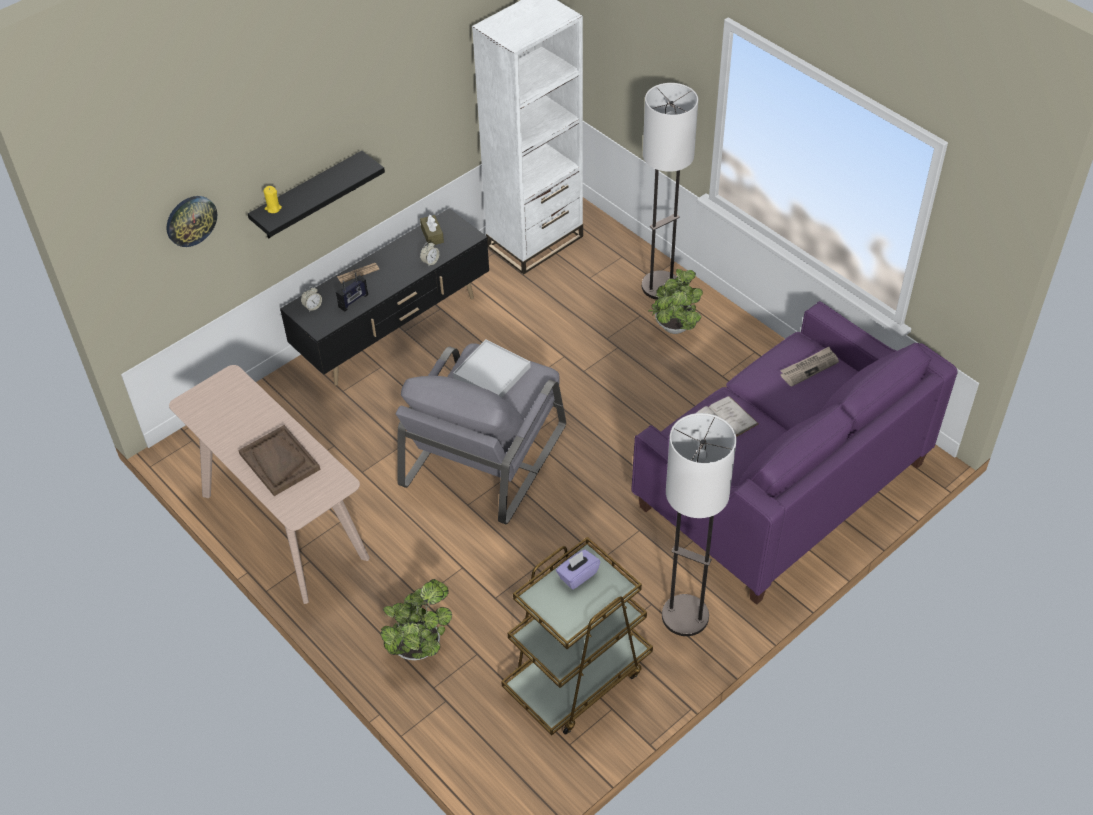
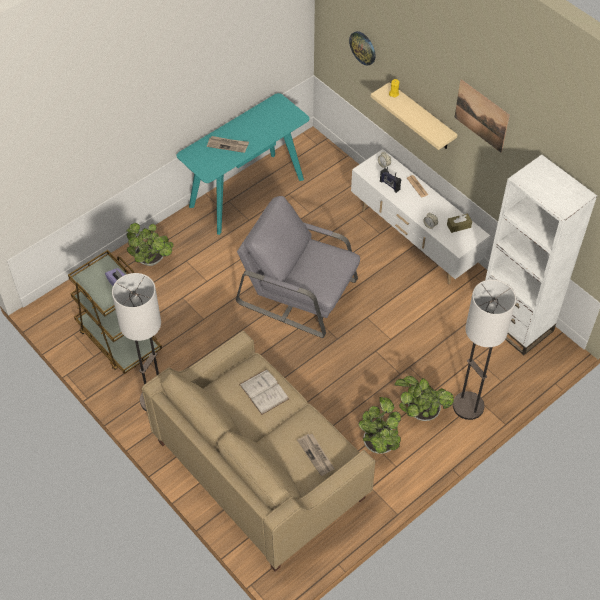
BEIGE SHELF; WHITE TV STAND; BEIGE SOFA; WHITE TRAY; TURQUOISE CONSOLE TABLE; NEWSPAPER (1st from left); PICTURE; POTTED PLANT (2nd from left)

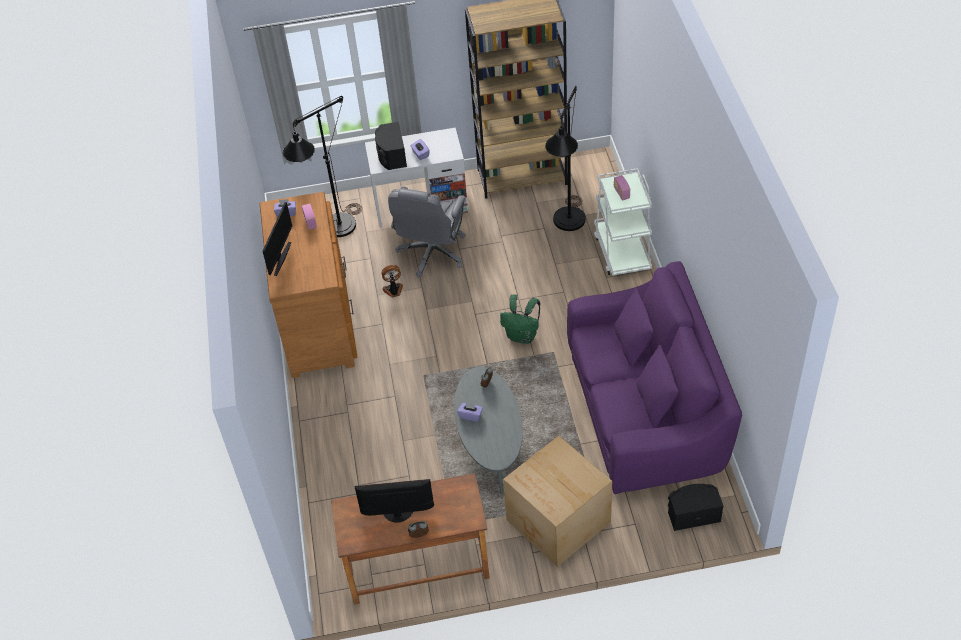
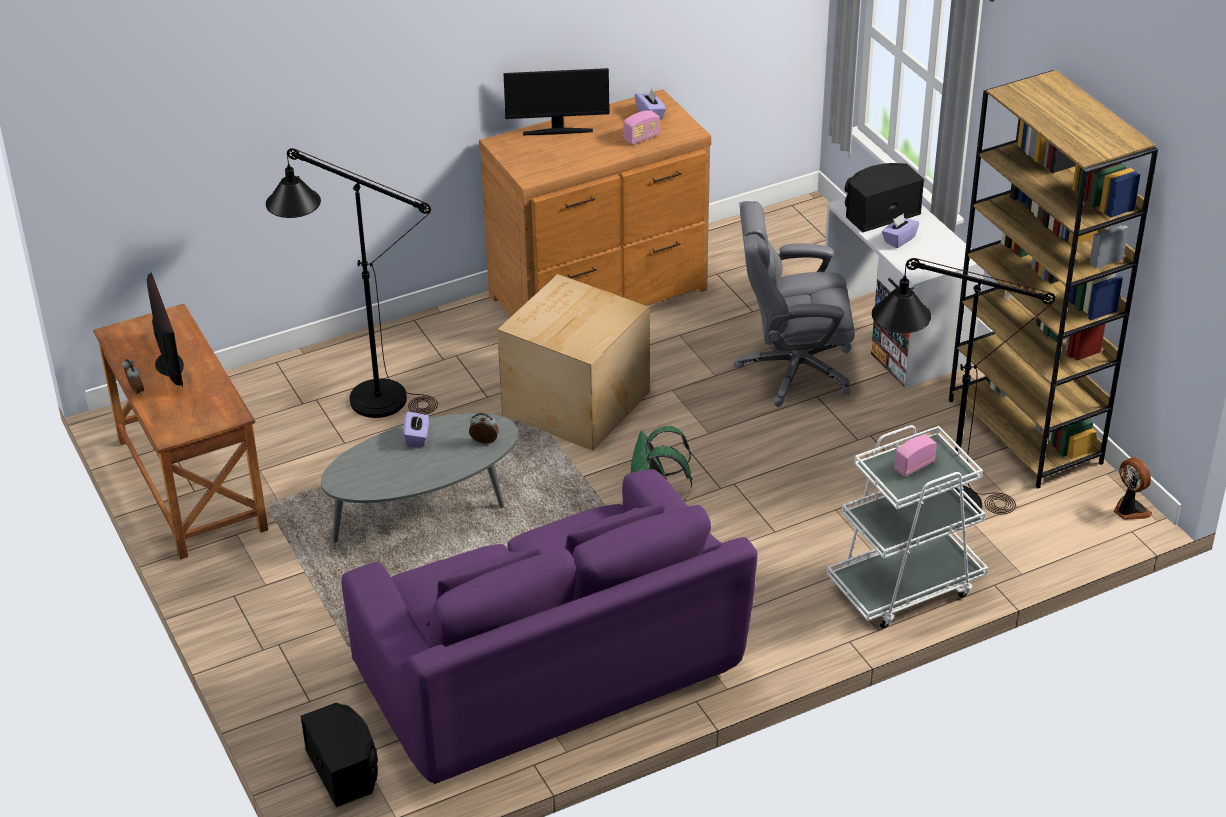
BLACK FLOOR LAMP (1st from left); FAN; CARDBOARD BOX

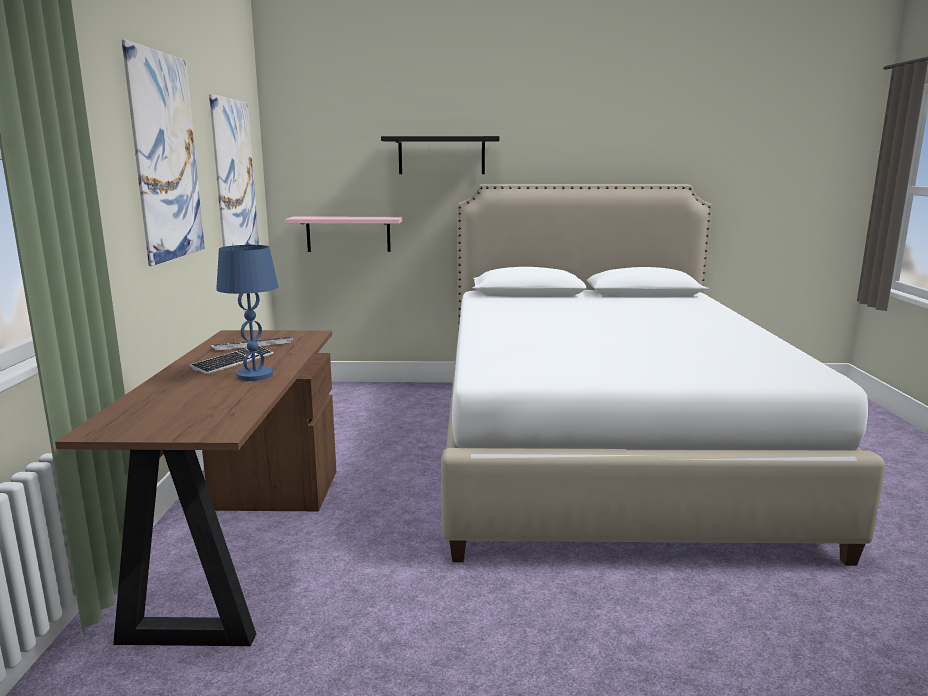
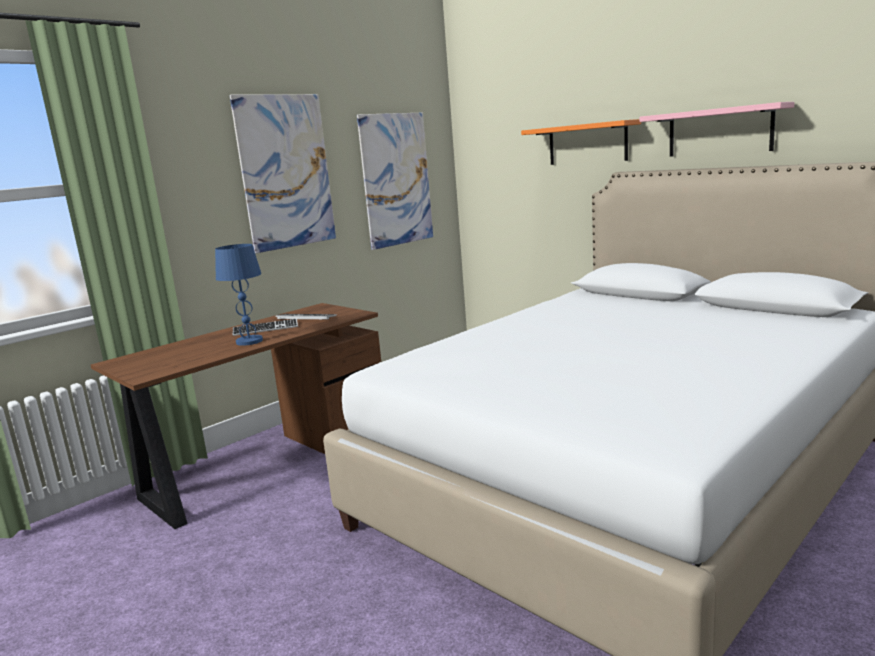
ORANGE SHELF; PINK SHELF

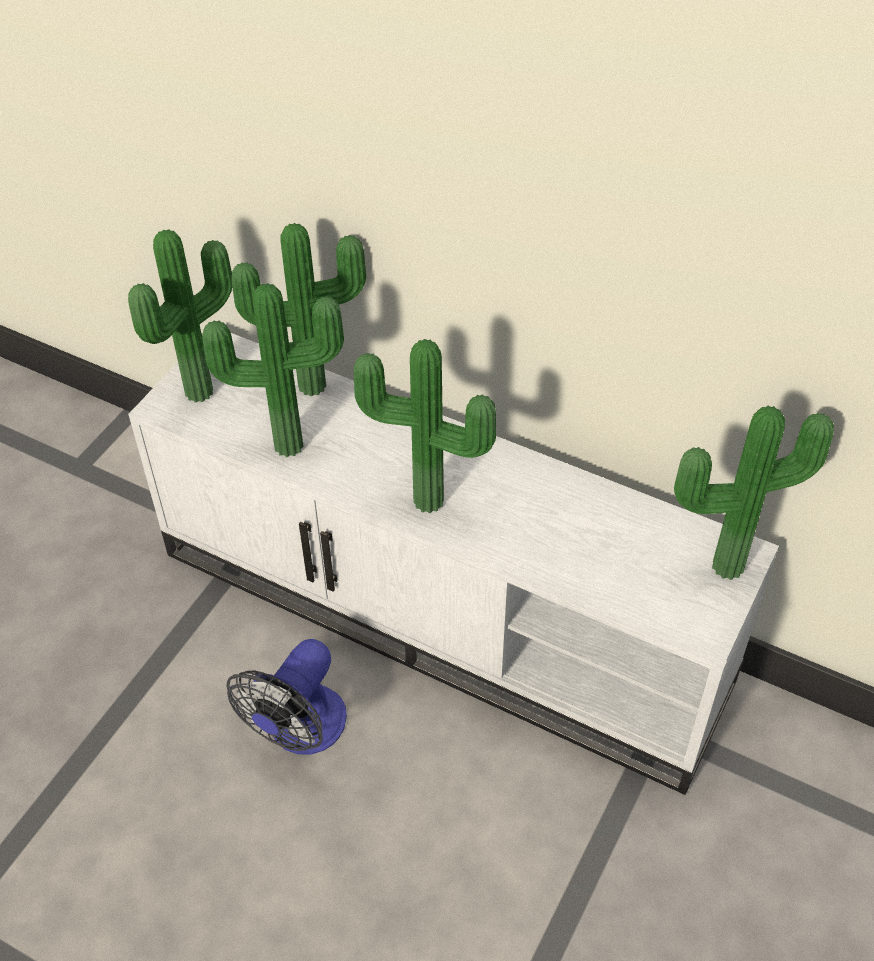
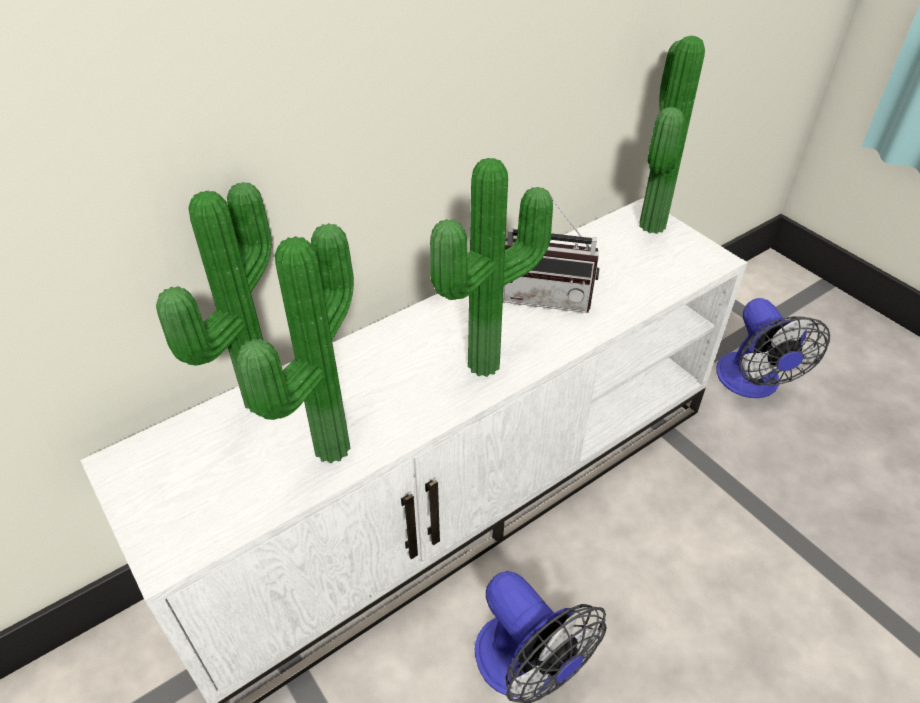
POTTED PLANT (1st from left in the first image); RADIO; FAN (2nd from left)

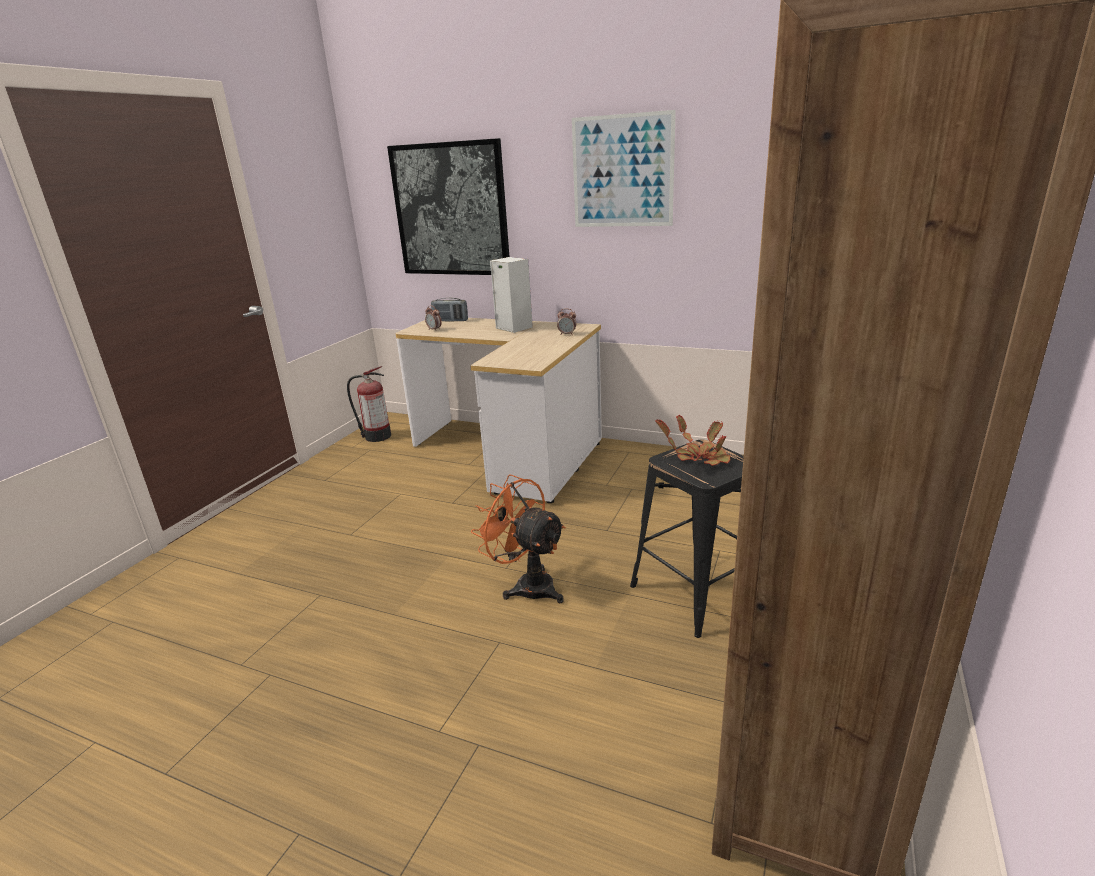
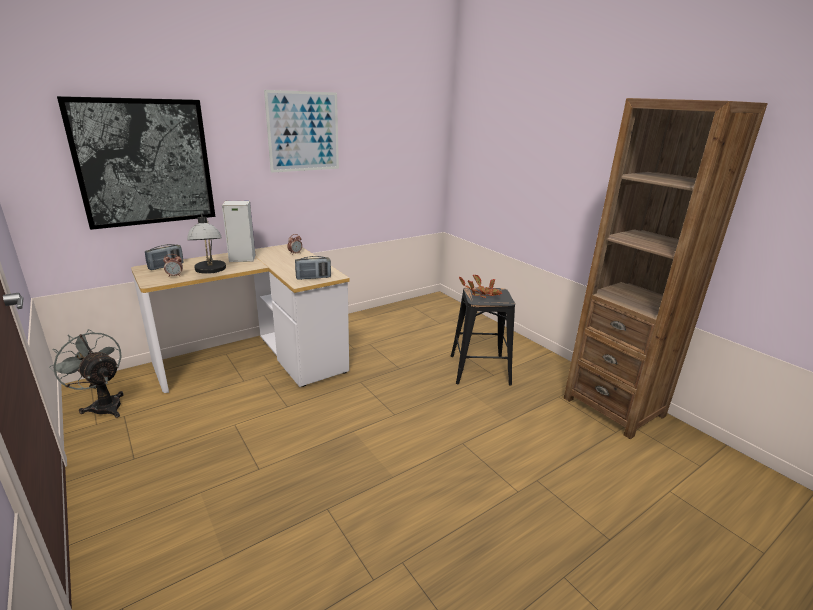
GREY FAN; ORANGE FAN; TABLE LAMP; RADIO (2nd from left)

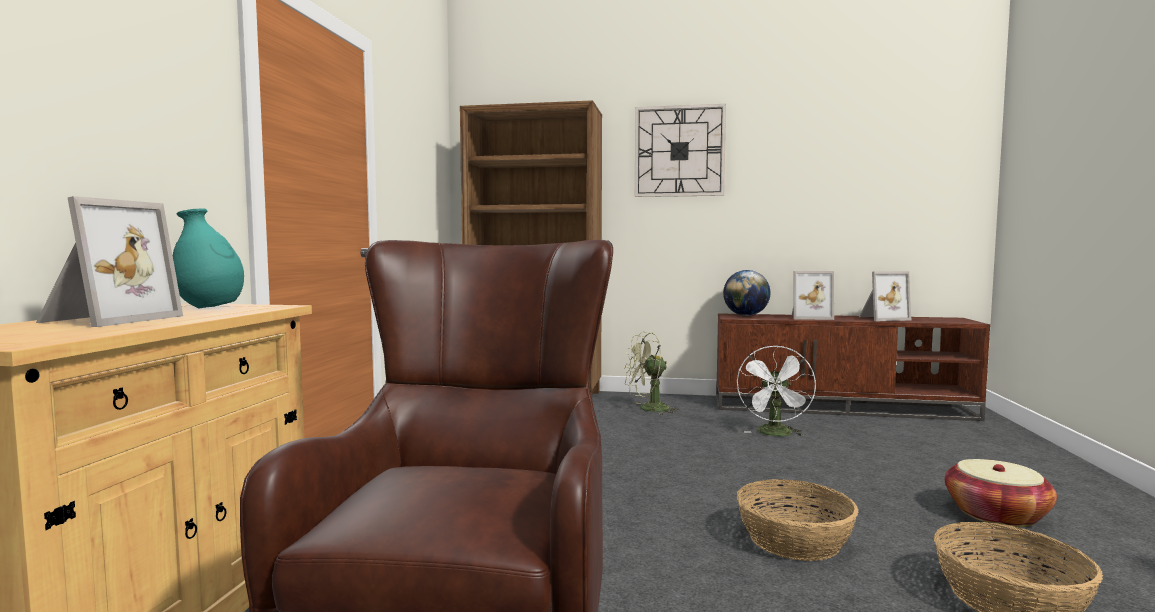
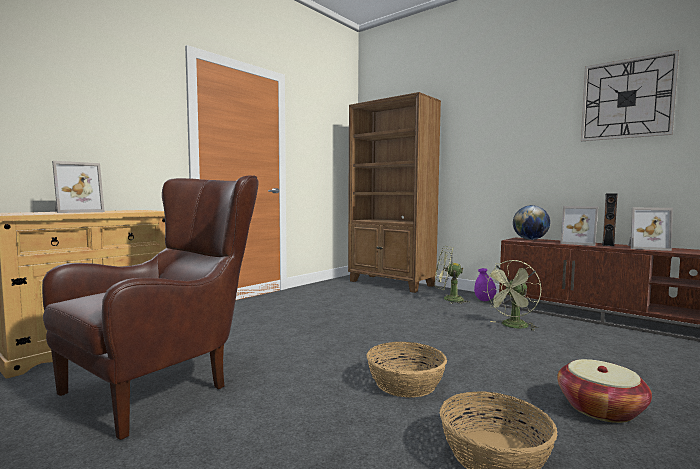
WALL CLOCK; TURQUOISE VASE; GREEN FAN (2nd from left); BROWN SPEAKER; PURPLE VASE

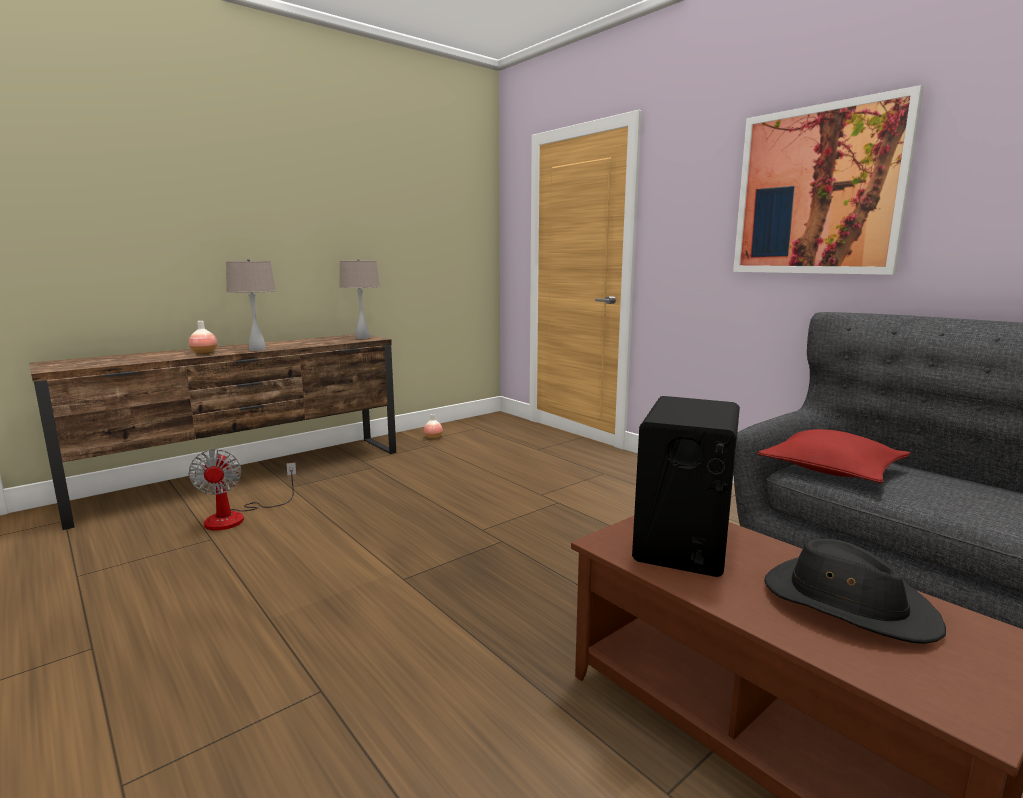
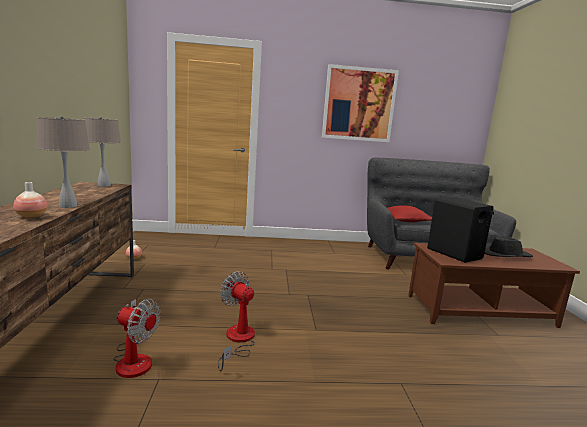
FAN (2nd from left)

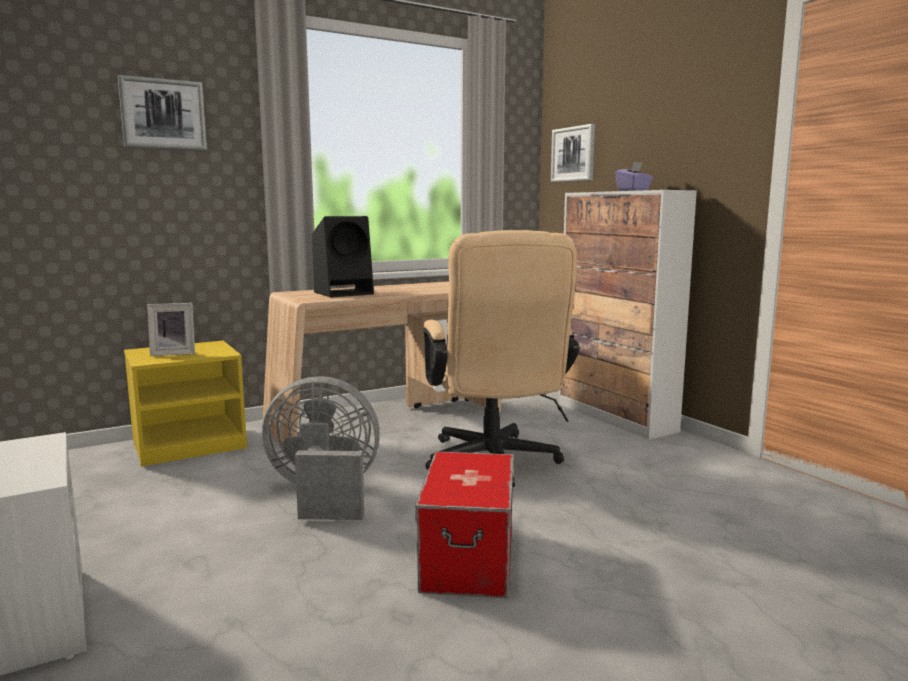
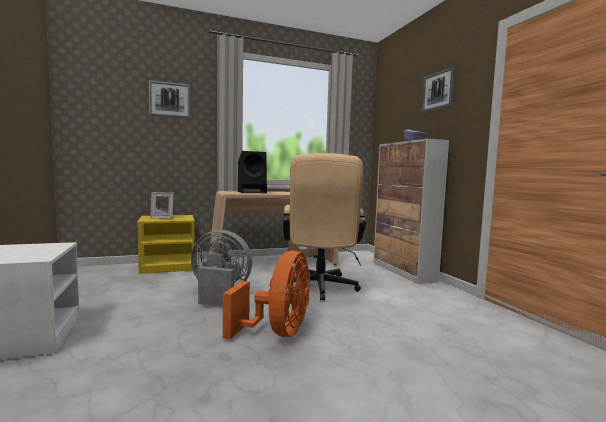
PICTURE (2nd from left); ORANGE FAN

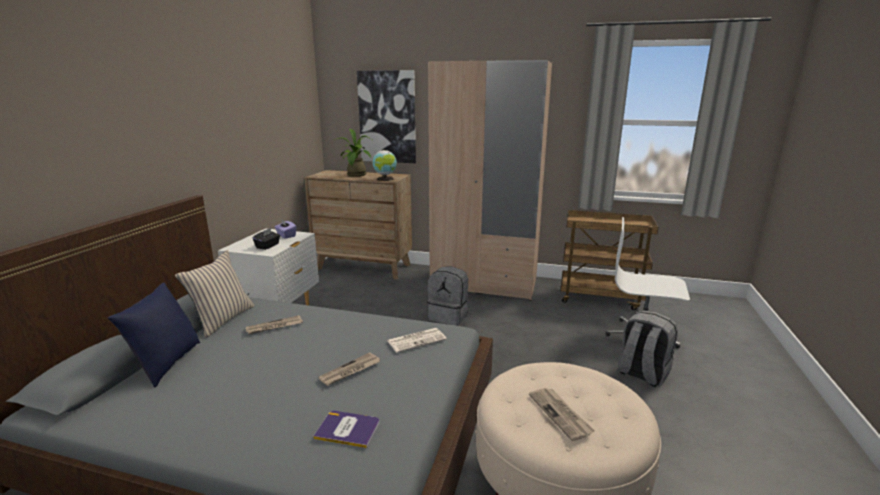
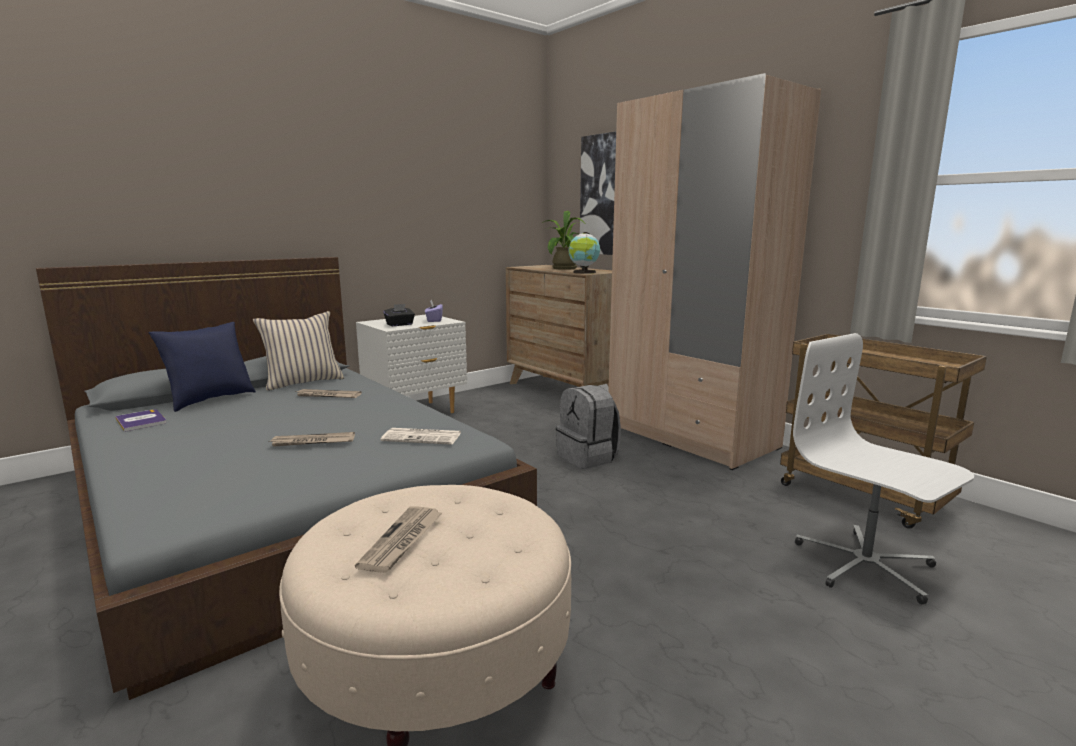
GREY BACKPACK (2nd from left in the first image); BOOK

